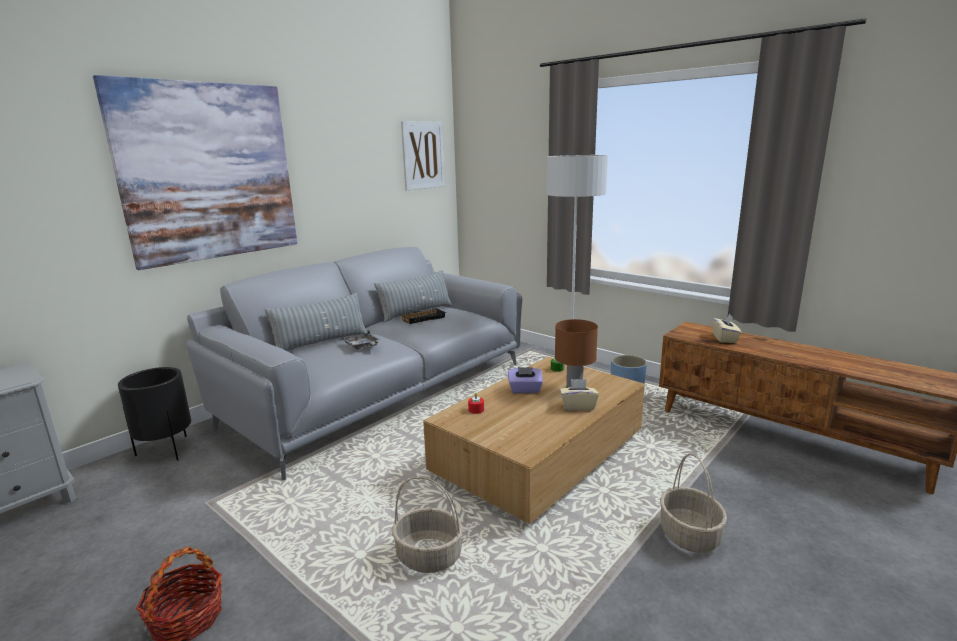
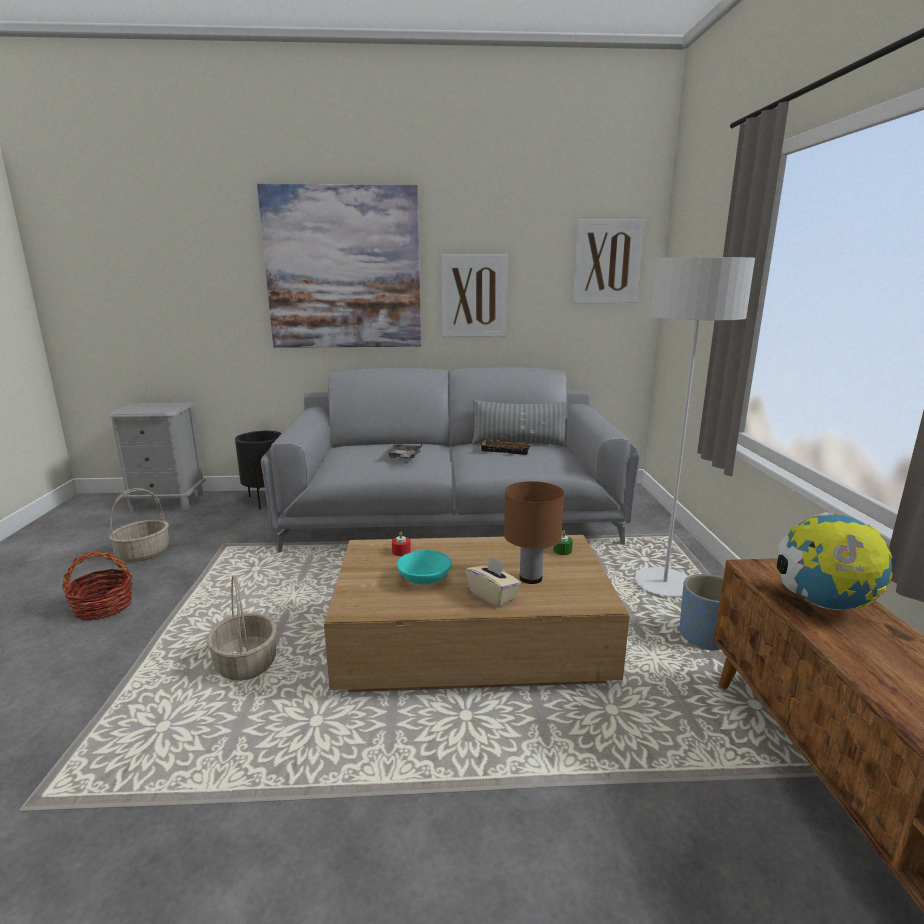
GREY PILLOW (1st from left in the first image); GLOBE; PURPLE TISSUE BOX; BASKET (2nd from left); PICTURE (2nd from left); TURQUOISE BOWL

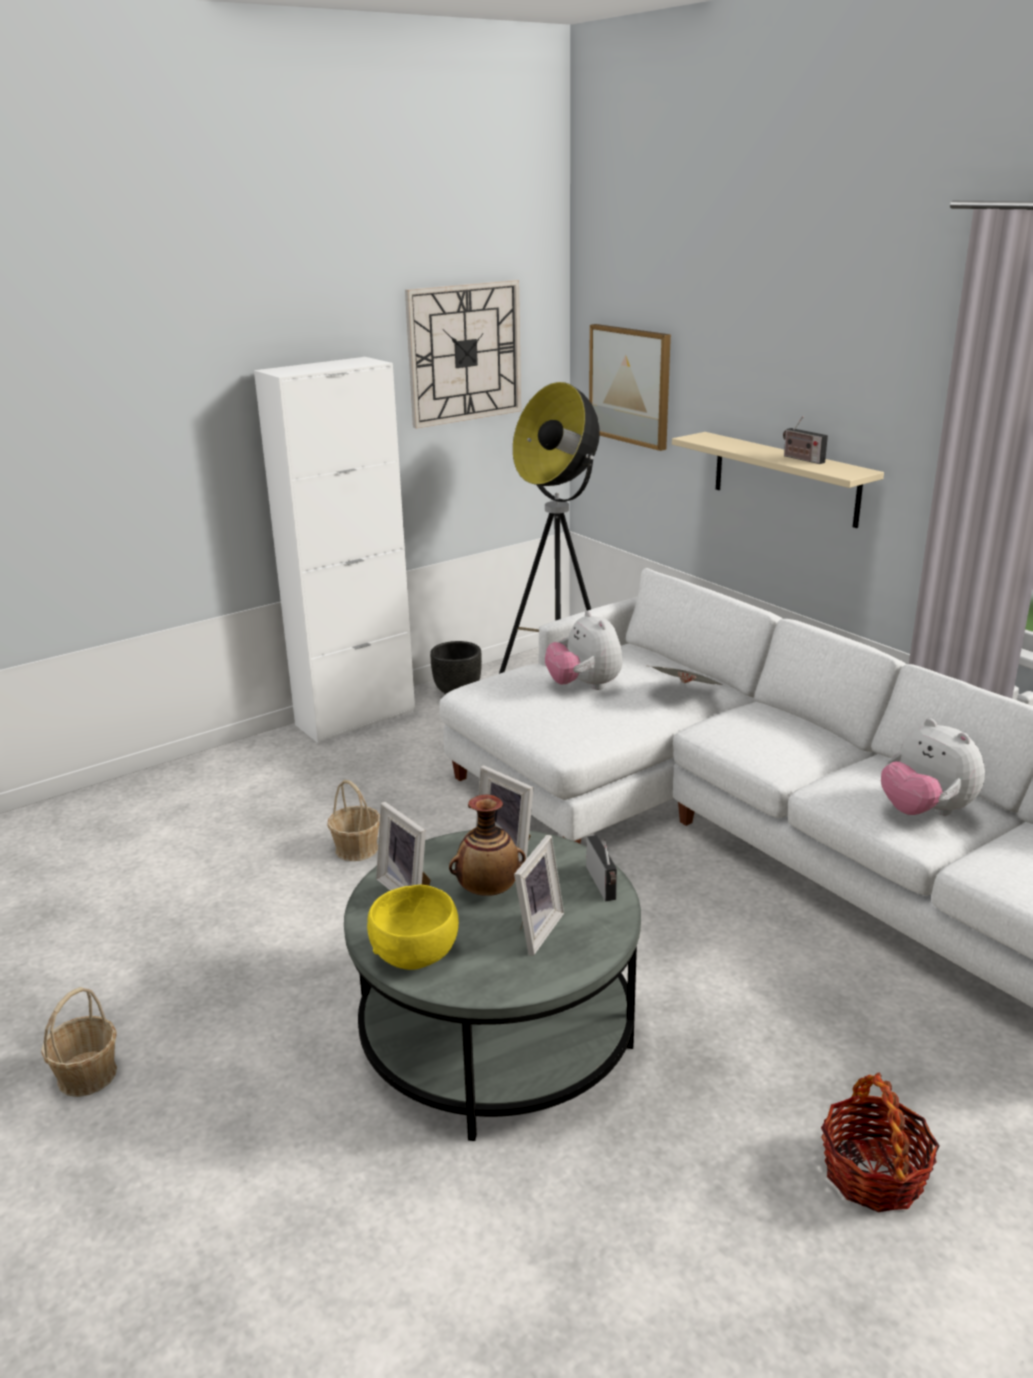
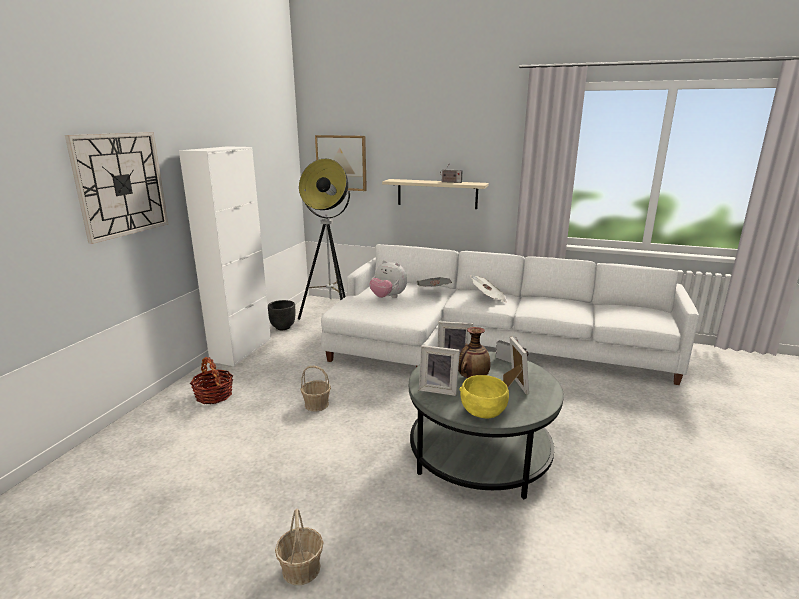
WALL CLOCK; PLUSH TOY (2nd from left in the first image); BASKET (1st from left); NEWSPAPER (2nd from left)

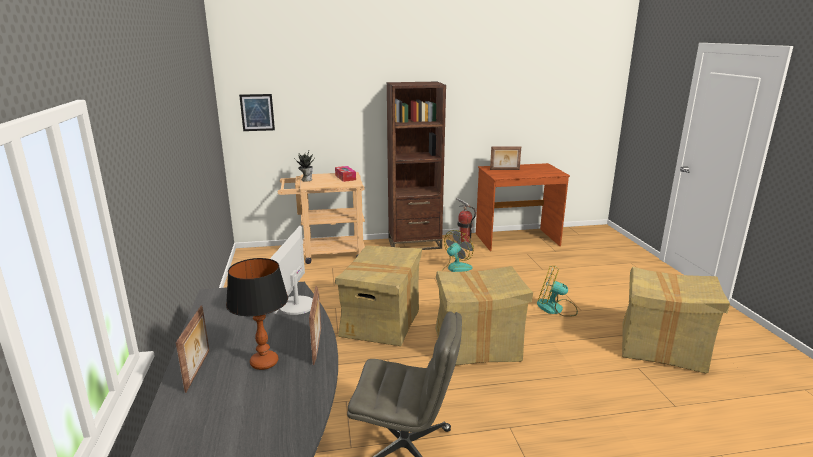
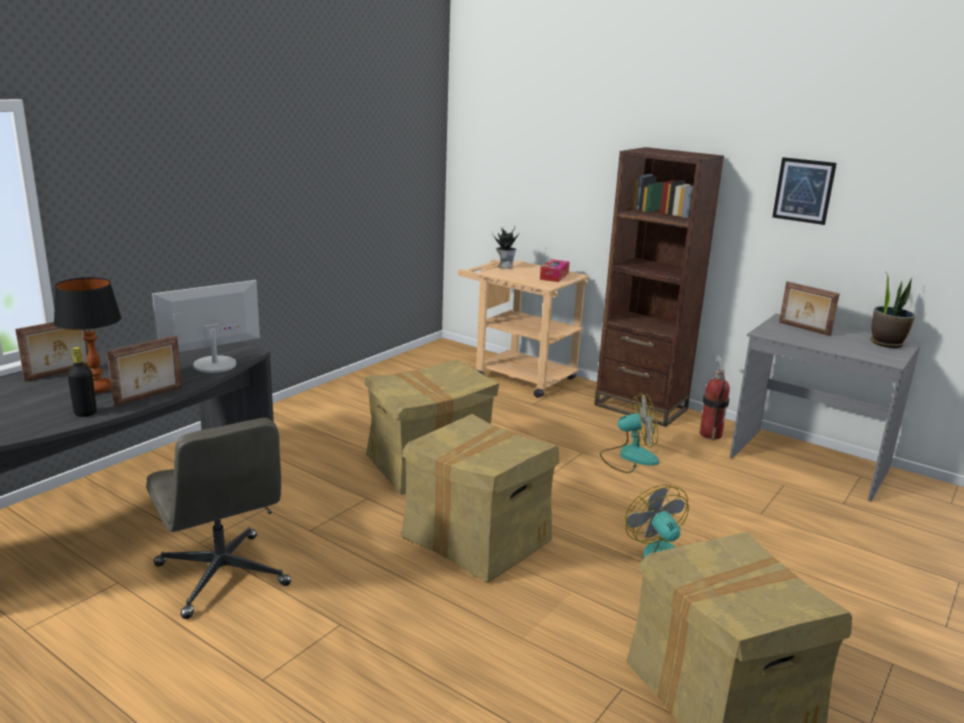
PICTURE; GREY DESK (2nd from left); POTTED PLANT (2nd from left); BLACK BOTTLE

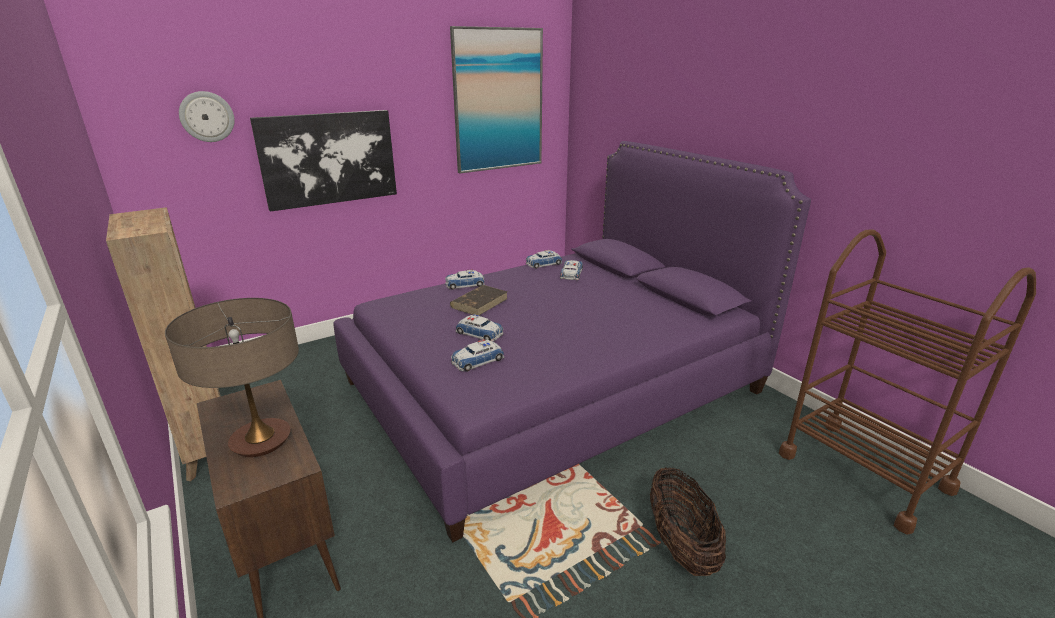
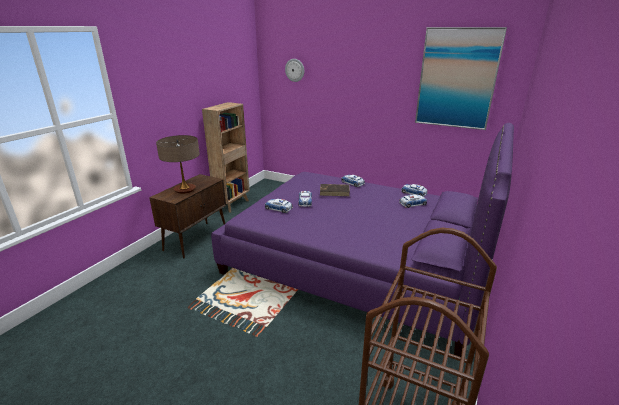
PICTURE (1st from left in the first image); BASKET

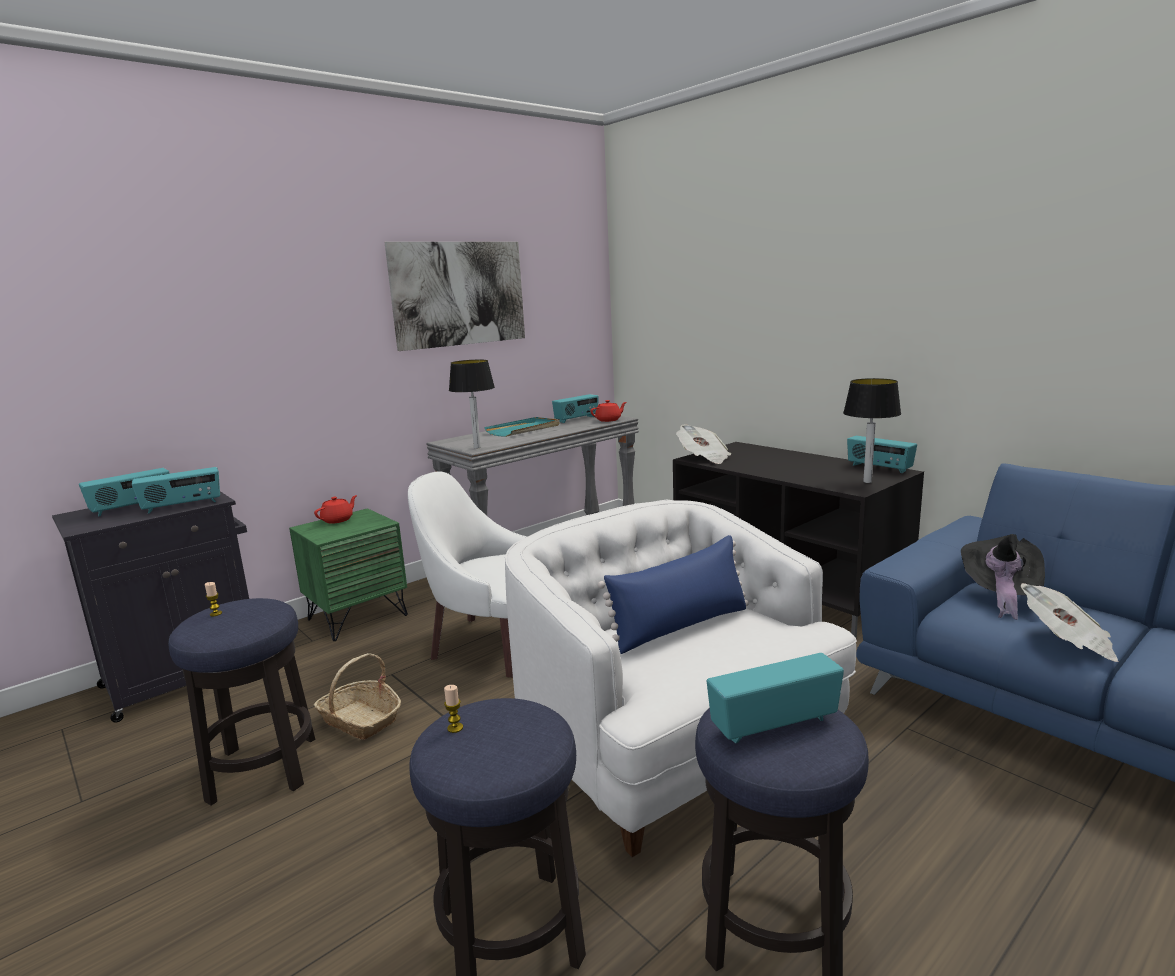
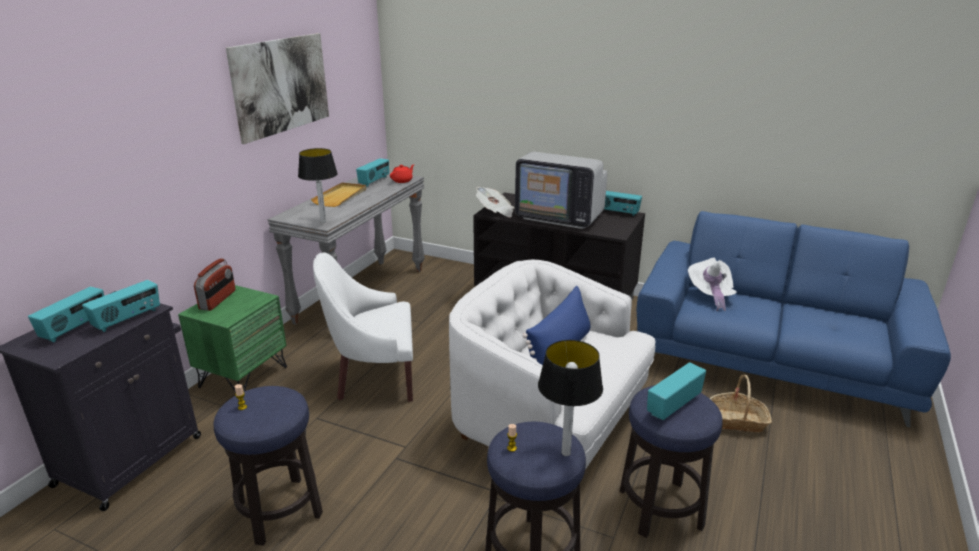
TABLE LAMP (2nd from left); BEIGE TRAY; RADIO (3rd from left); WHITE HAT; NEWSPAPER (2nd from left in the first image); BASKET; TELEVISION

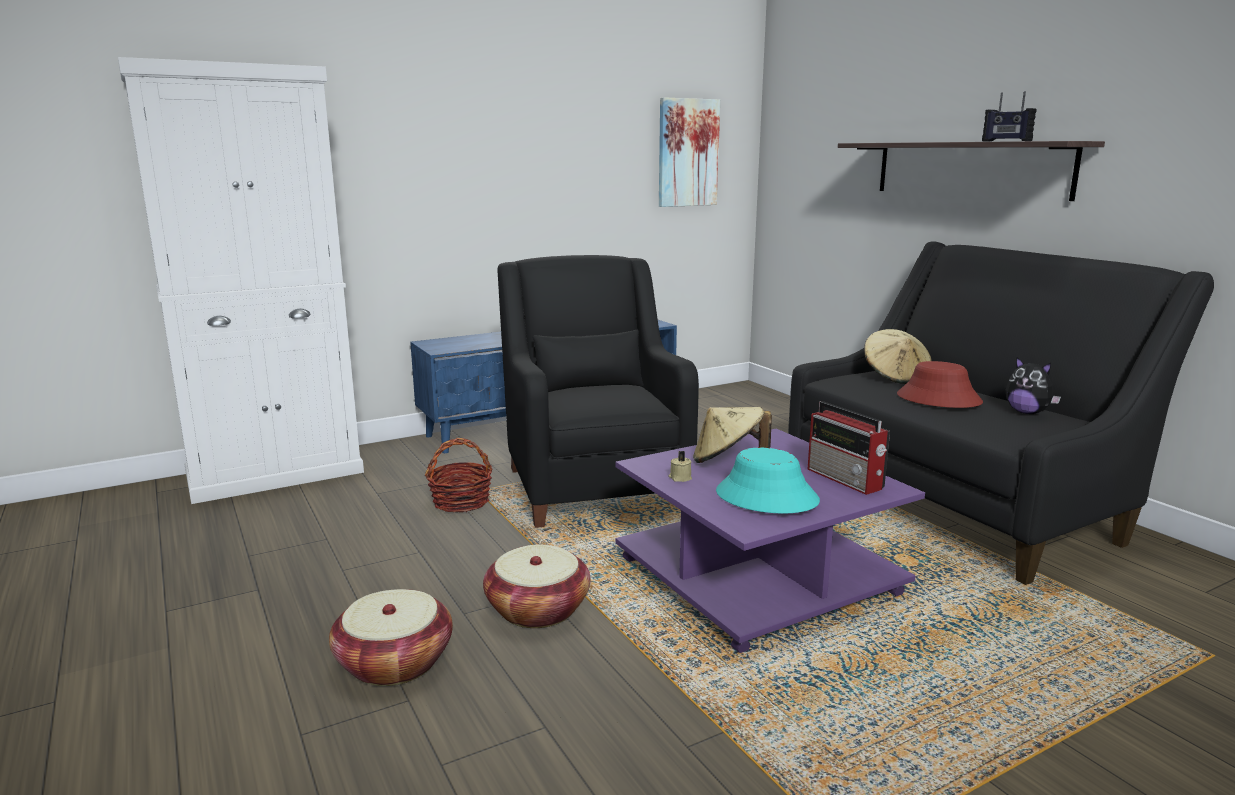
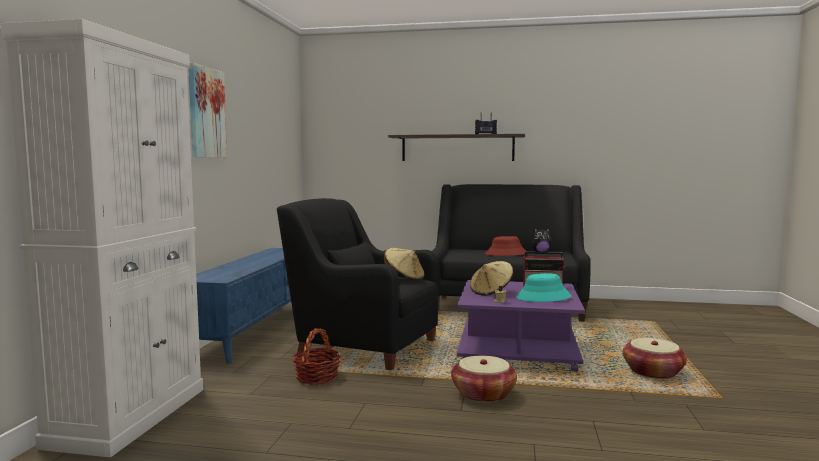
PICTURE; BEIGE HAT (1st from left); BASKET (3rd from left)

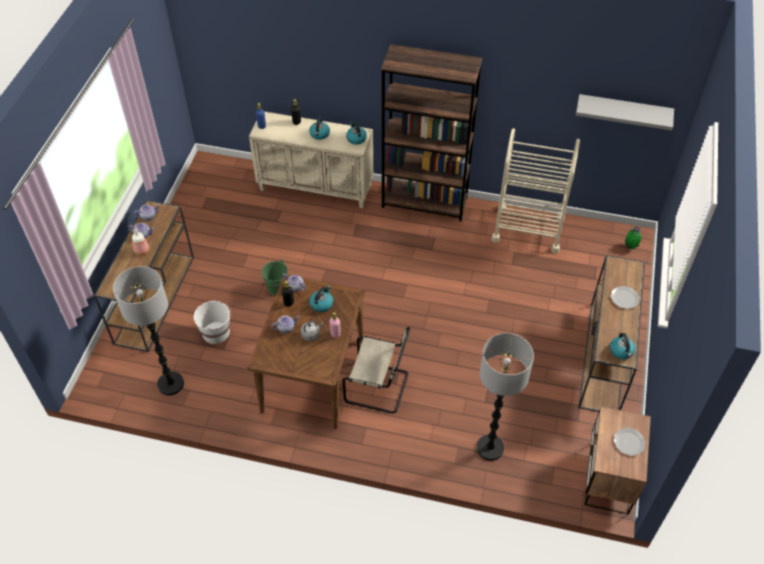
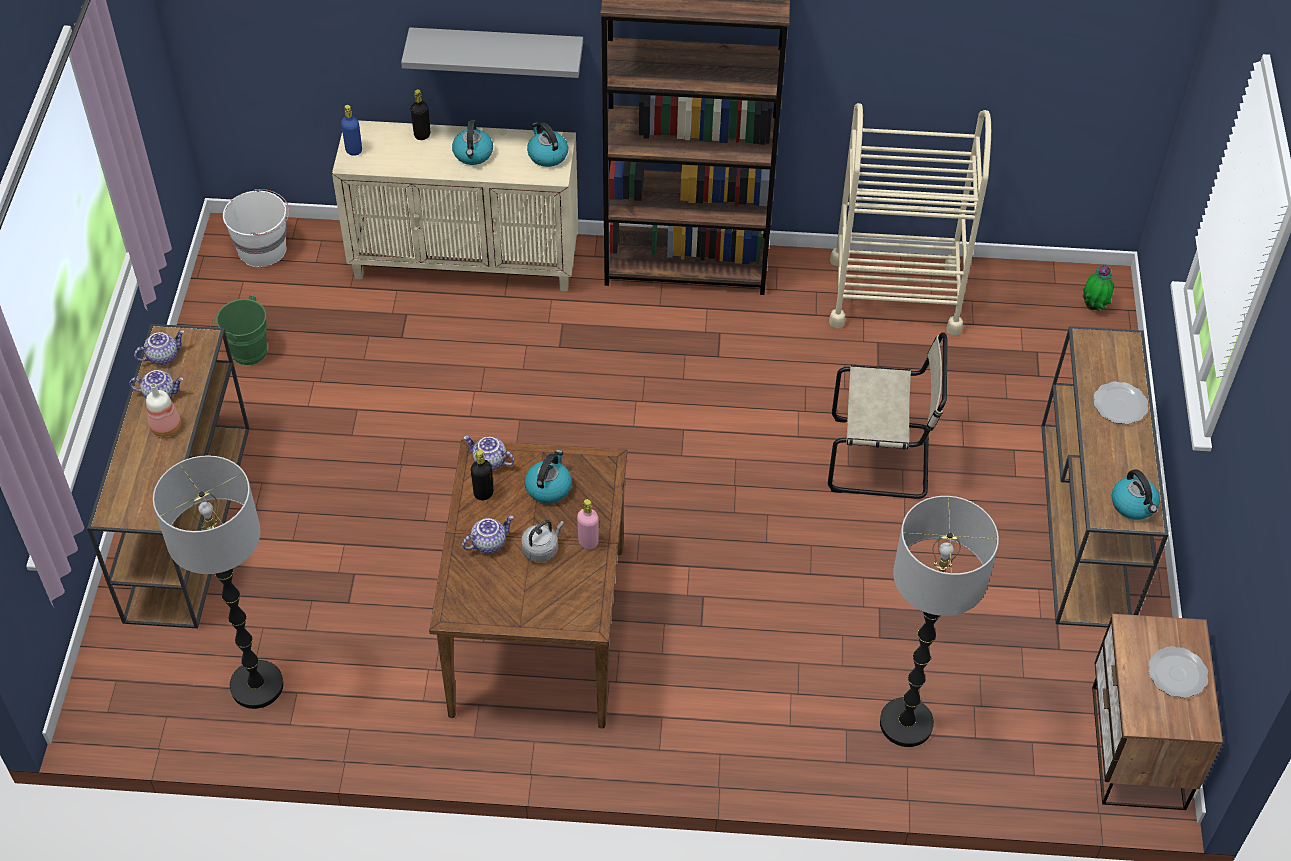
GREY SHELF; GREEN BUCKET; WHITE BUCKET; BEIGE CHAIR

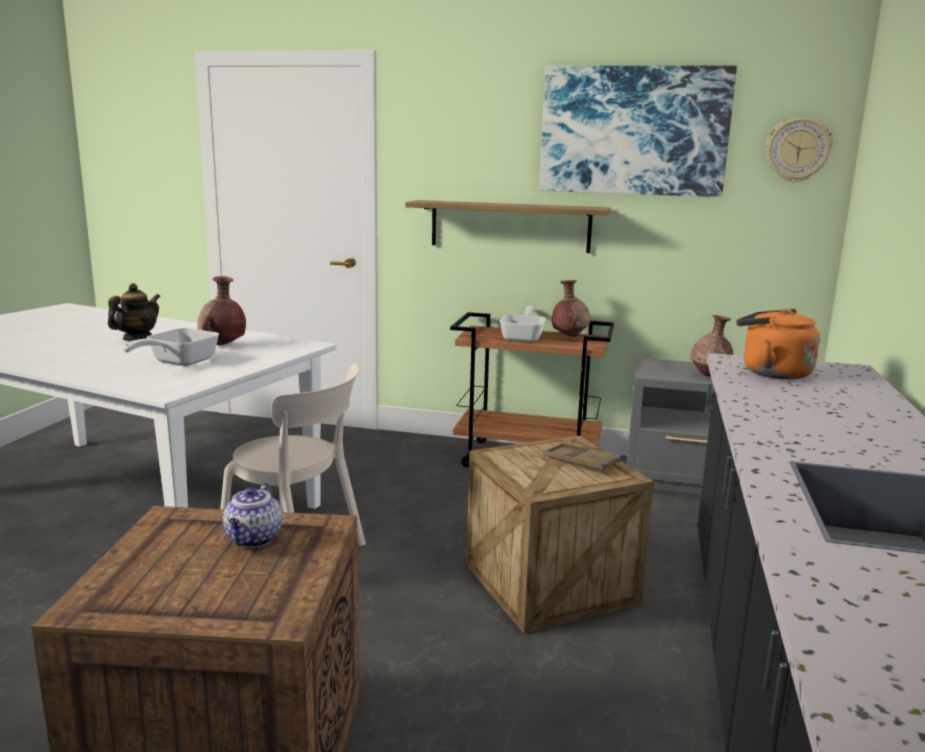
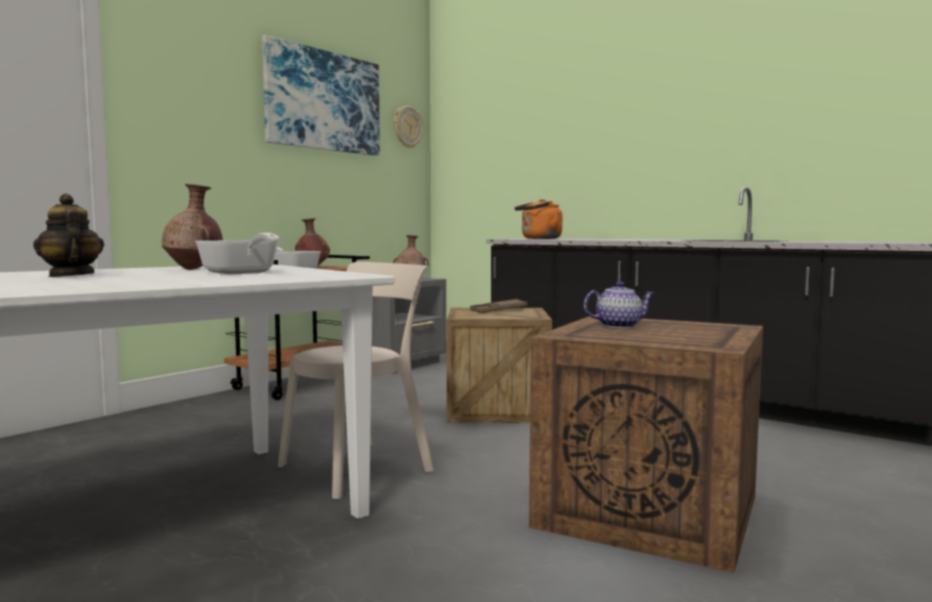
SHELF; TEAPOT (2nd from left)

